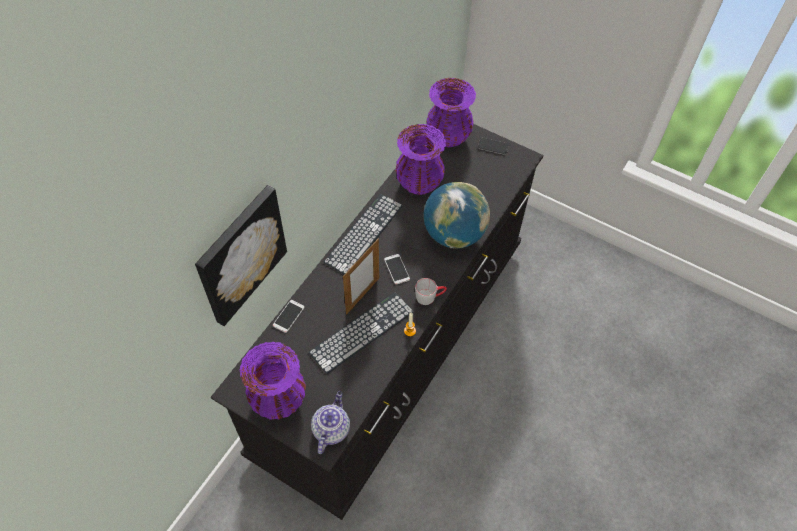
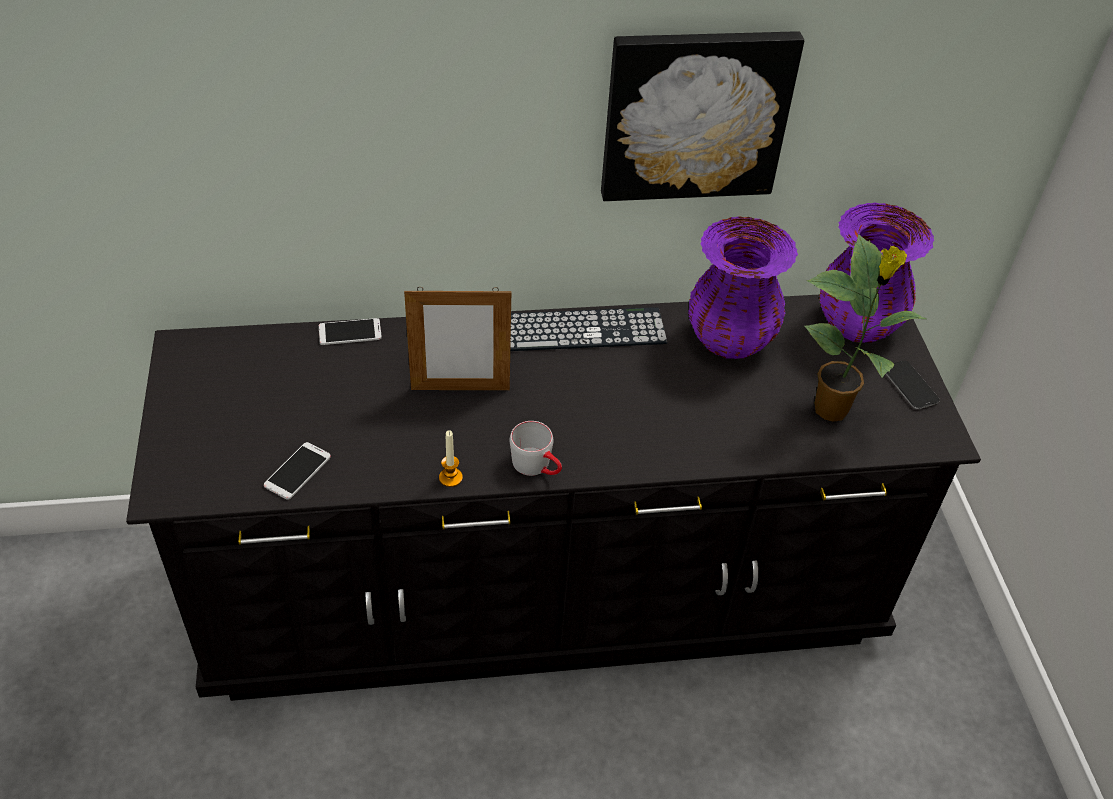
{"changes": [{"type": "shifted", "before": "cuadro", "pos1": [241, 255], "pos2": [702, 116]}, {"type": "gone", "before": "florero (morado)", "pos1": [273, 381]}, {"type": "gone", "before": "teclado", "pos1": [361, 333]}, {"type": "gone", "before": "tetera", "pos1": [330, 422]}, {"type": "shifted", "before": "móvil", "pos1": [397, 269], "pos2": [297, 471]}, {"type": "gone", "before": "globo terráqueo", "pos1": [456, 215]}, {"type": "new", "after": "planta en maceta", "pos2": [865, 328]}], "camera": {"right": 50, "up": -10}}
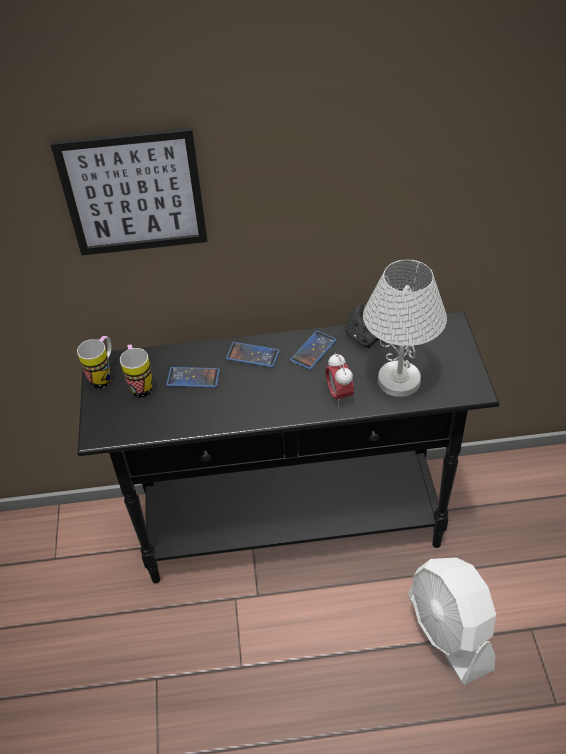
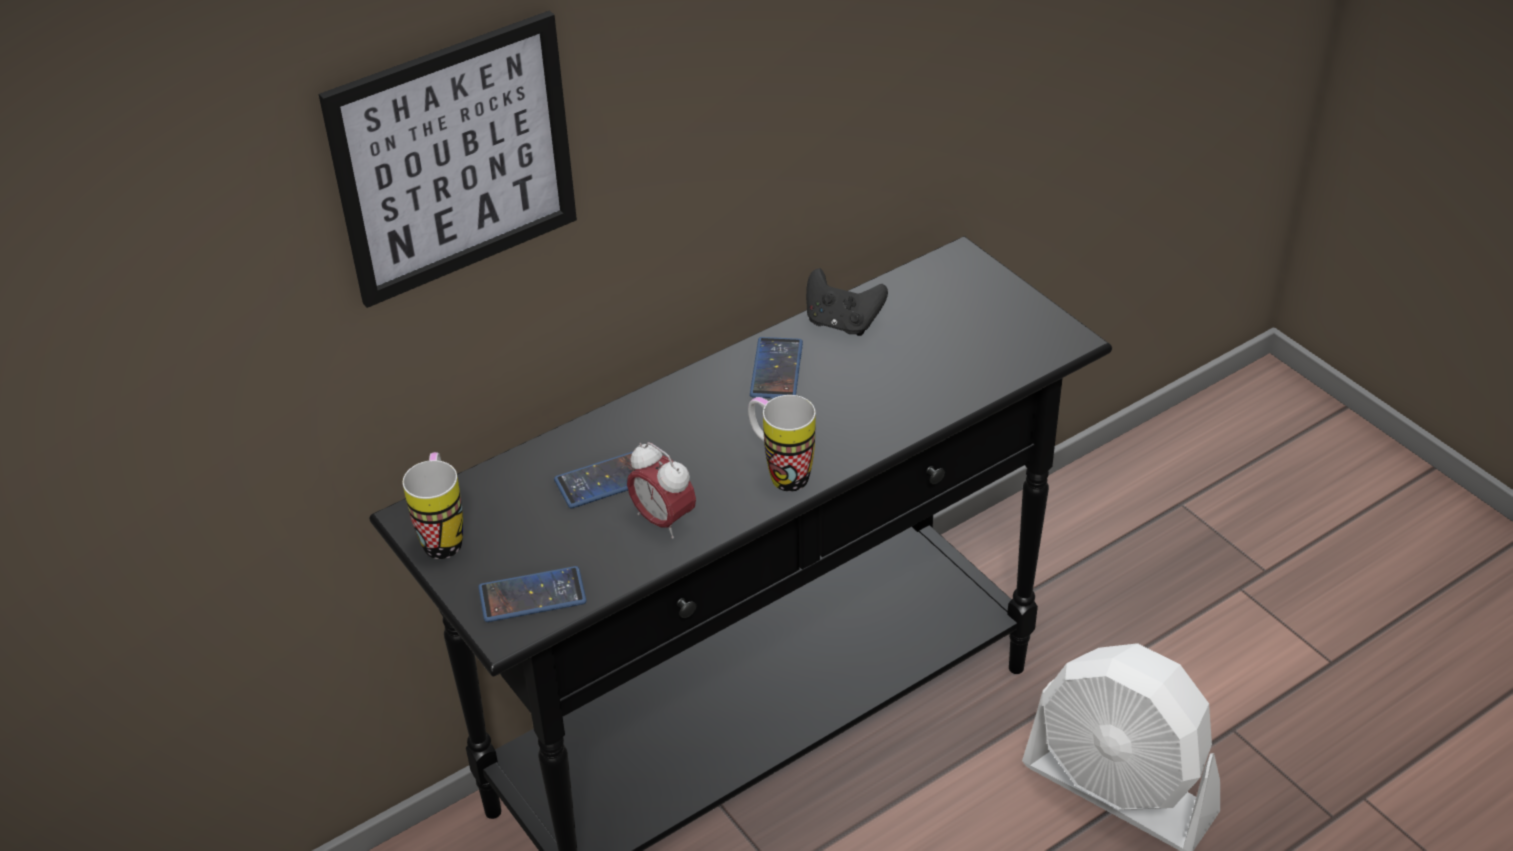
{"changes": [{"type": "shifted", "before": "taza grande", "pos1": [136, 371], "pos2": [782, 443]}, {"type": "shifted", "before": "móvil", "pos1": [253, 355], "pos2": [532, 594]}, {"type": "shifted", "before": "despertador", "pos1": [340, 379], "pos2": [661, 490]}, {"type": "gone", "before": "lámpara de mesa (blanco)", "pos1": [405, 328]}], "camera": {"right": -30, "up": -5}}
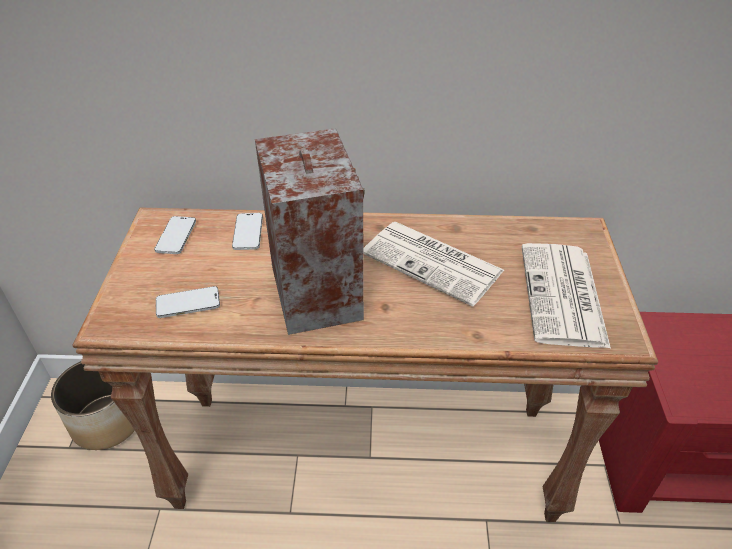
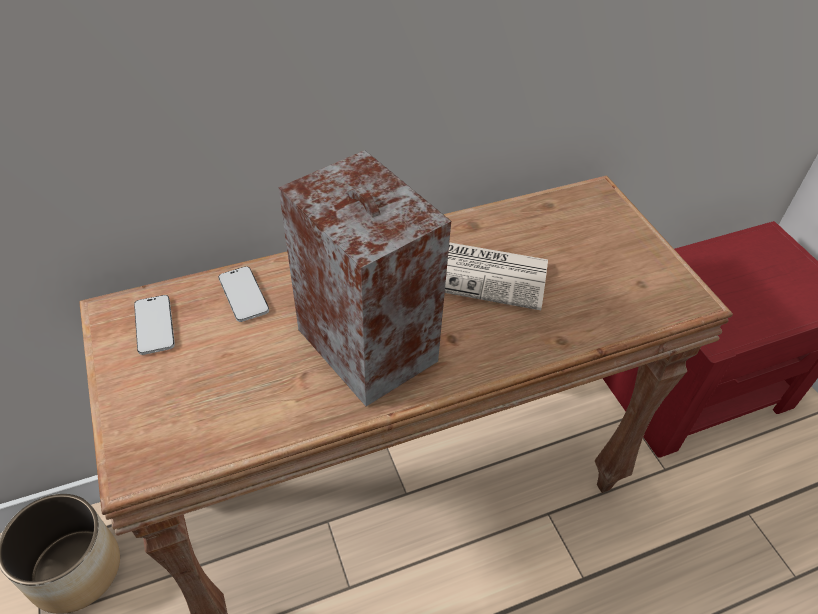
{"changes": [{"type": "gone", "before": "móvil", "pos1": [188, 302]}, {"type": "gone", "before": "periódico", "pos1": [566, 296]}], "camera": {"right": -25, "up": 5}}
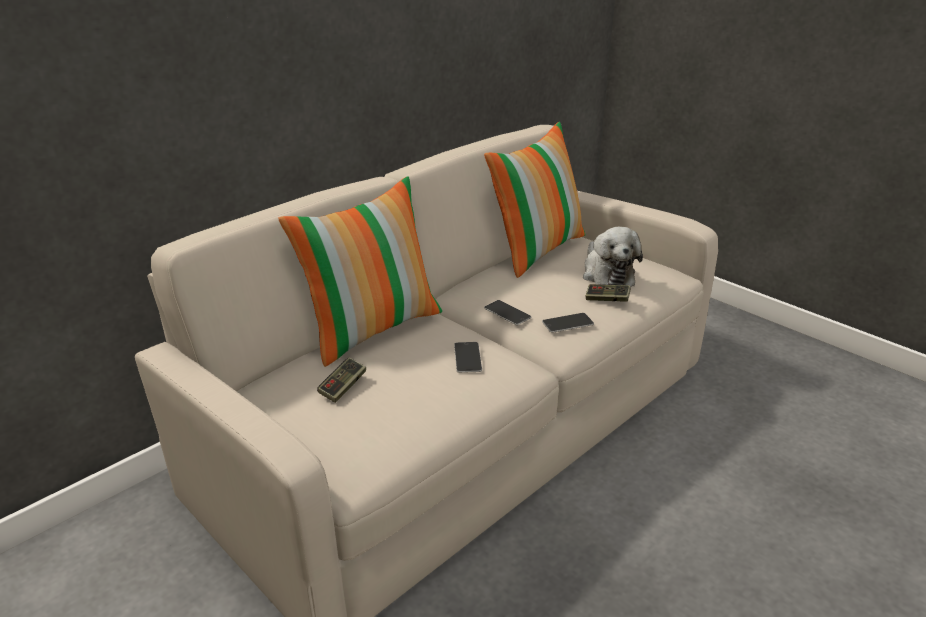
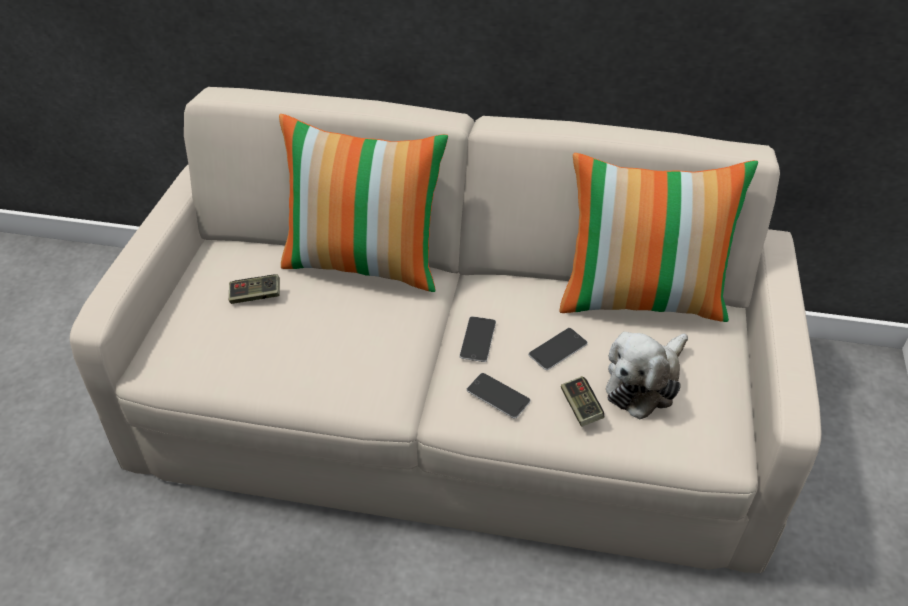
{"changes": [{"type": "shifted", "before": "móvil", "pos1": [468, 357], "pos2": [558, 349]}], "camera": {"right": 55, "up": 15}}
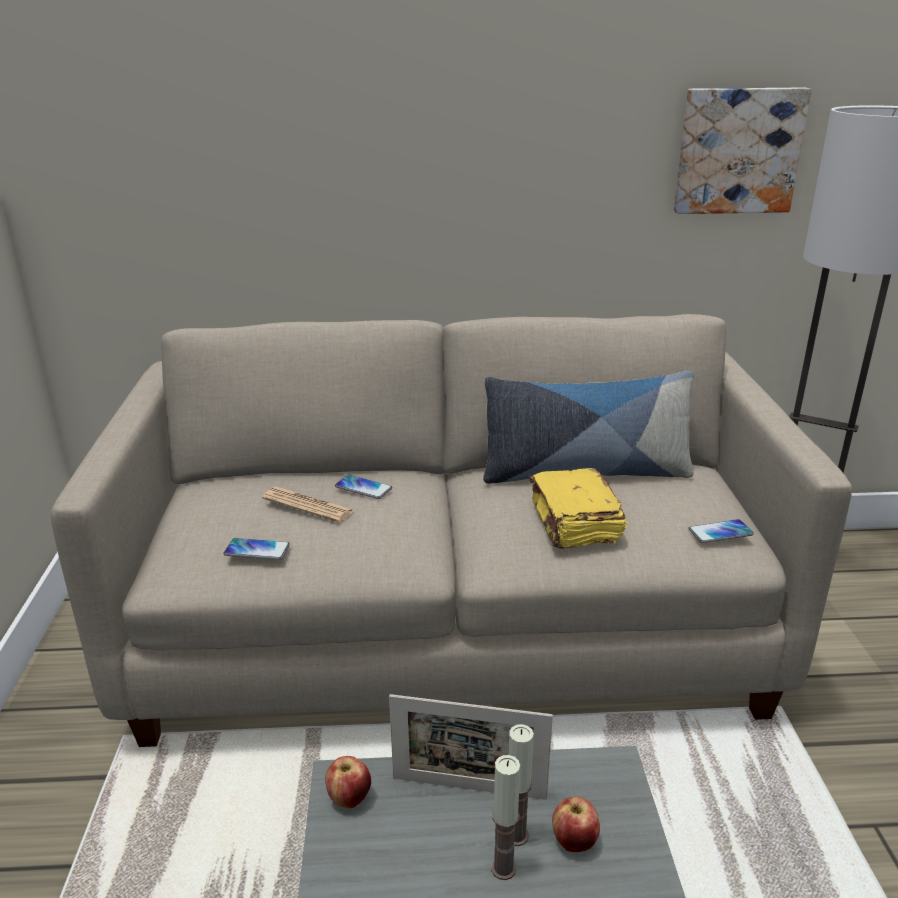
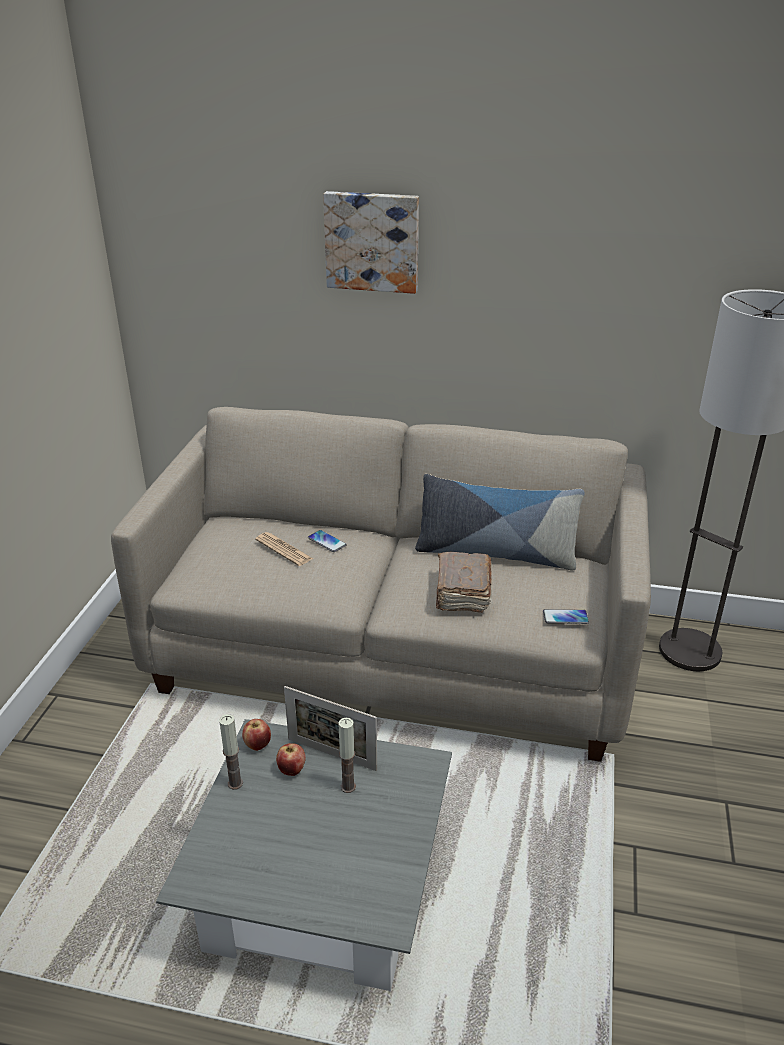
{"changes": [{"type": "gone", "before": "móvil", "pos1": [257, 549]}, {"type": "shifted", "before": "vela", "pos1": [505, 817], "pos2": [231, 752]}, {"type": "repainted", "before": "libro (amarillo)", "after": "libro (marrón)", "pos1": [578, 508], "pos2": [464, 582]}, {"type": "shifted", "before": "manzana", "pos1": [576, 824], "pos2": [291, 759]}, {"type": "shifted", "before": "cuadro", "pos1": [742, 150], "pos2": [371, 242]}], "camera": {"right": 15, "up": 5}}
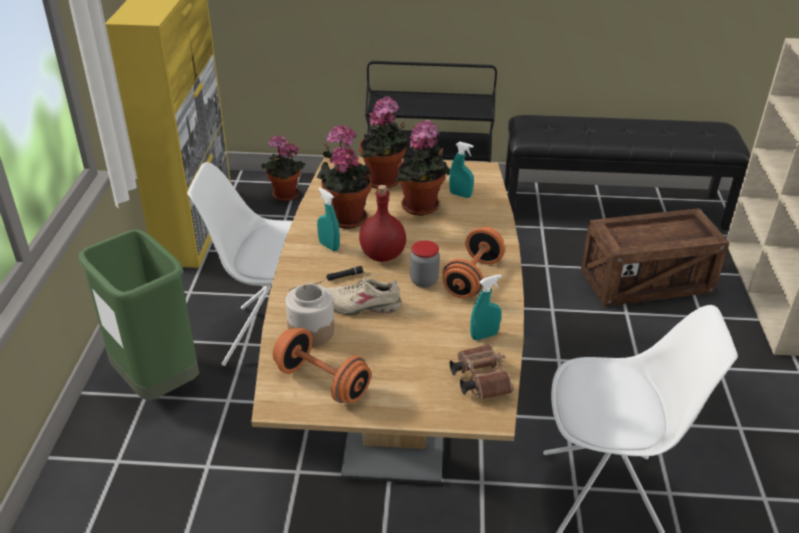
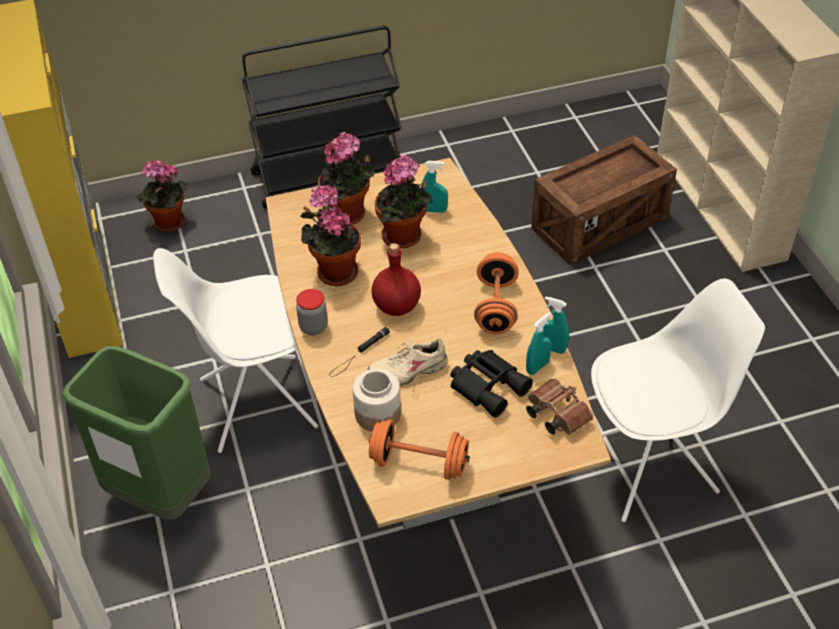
{"changes": [{"type": "shifted", "before": "pulverizador (turquesa)", "pos1": [328, 219], "pos2": [556, 325]}, {"type": "shifted", "before": "tarro", "pos1": [425, 264], "pos2": [312, 312]}, {"type": "gone", "before": "banco (negro)", "pos1": [627, 172]}, {"type": "new", "after": "prismáticos (negro)", "pos2": [491, 384]}], "camera": {"right": -20, "up": 10}}
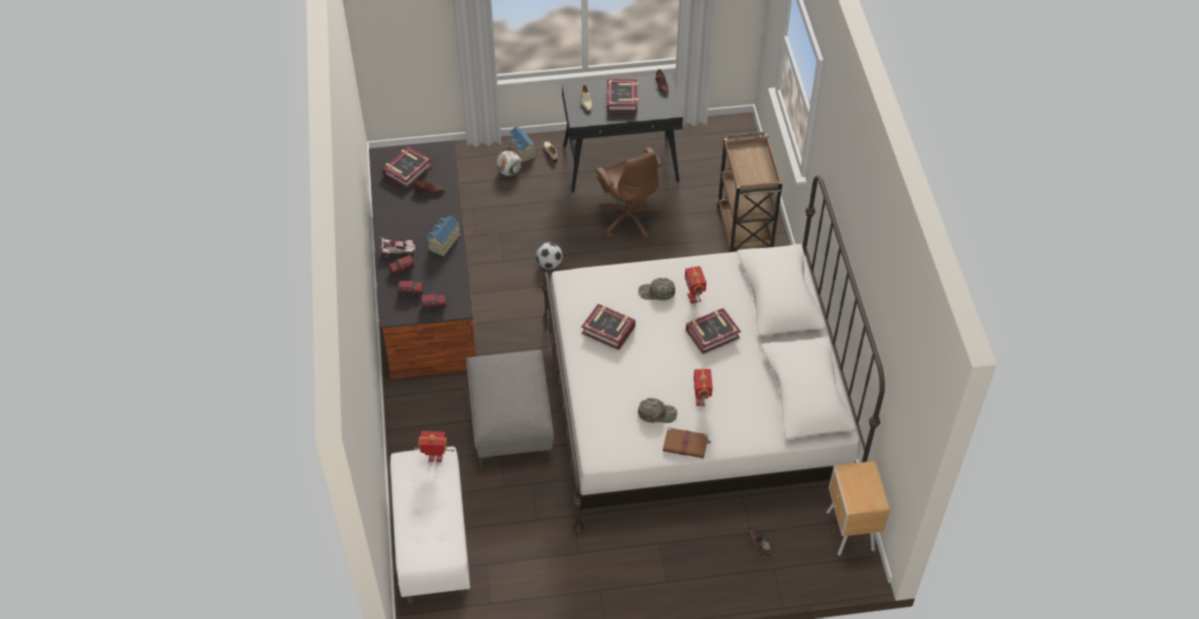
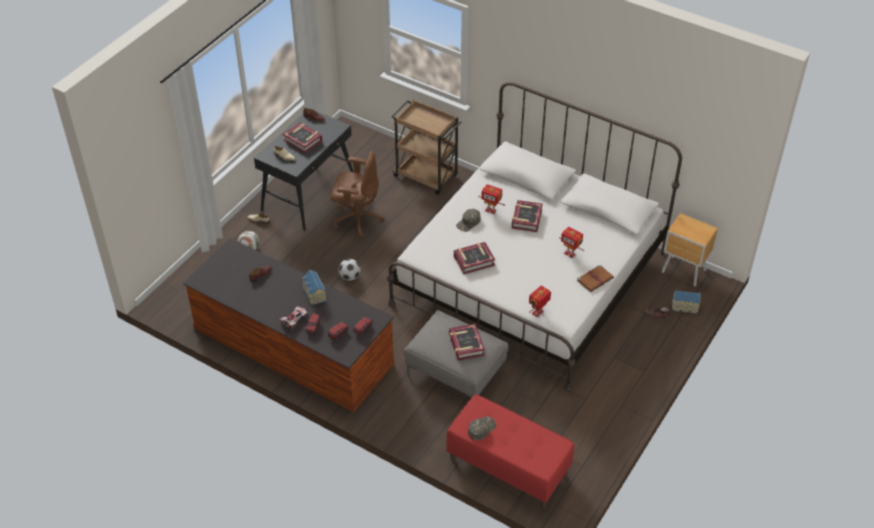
{"changes": [{"type": "shifted", "before": "libro", "pos1": [408, 167], "pos2": [467, 342]}, {"type": "repainted", "before": "banco (blanco)", "after": "banco (rojo)", "pos1": [430, 525], "pos2": [510, 451]}, {"type": "shifted", "before": "robot de juguete", "pos1": [434, 446], "pos2": [540, 301]}, {"type": "shifted", "before": "casita", "pos1": [522, 144], "pos2": [686, 302]}, {"type": "shifted", "before": "gorra (verde)", "pos1": [657, 410], "pos2": [482, 428]}], "camera": {"right": -50, "up": -5}}
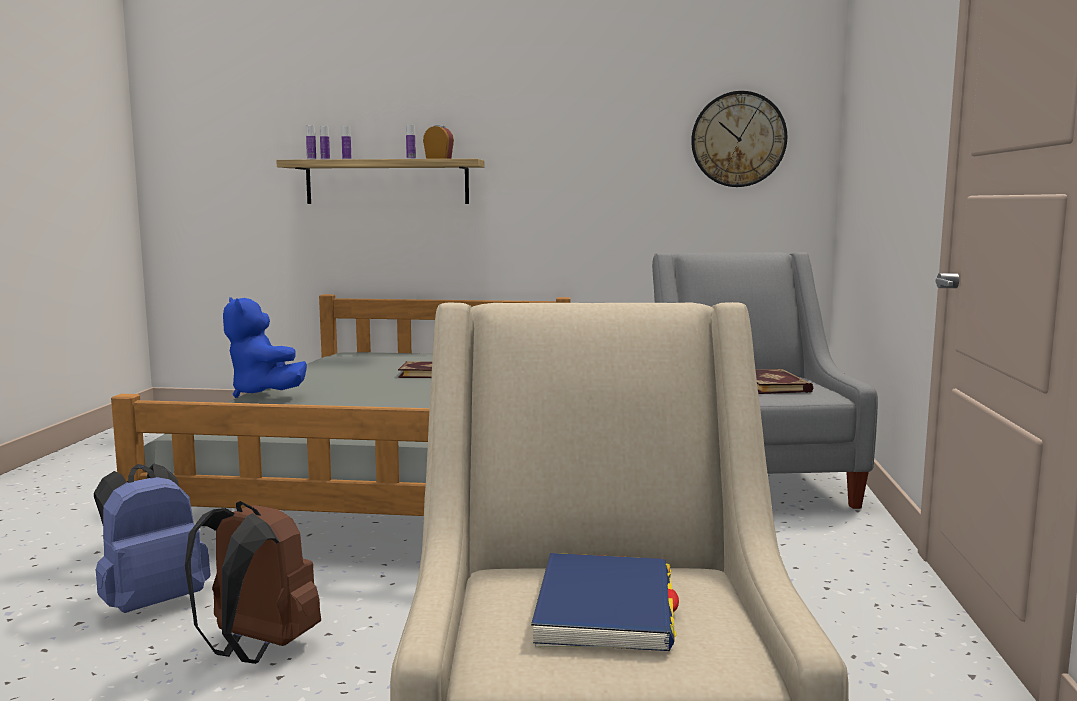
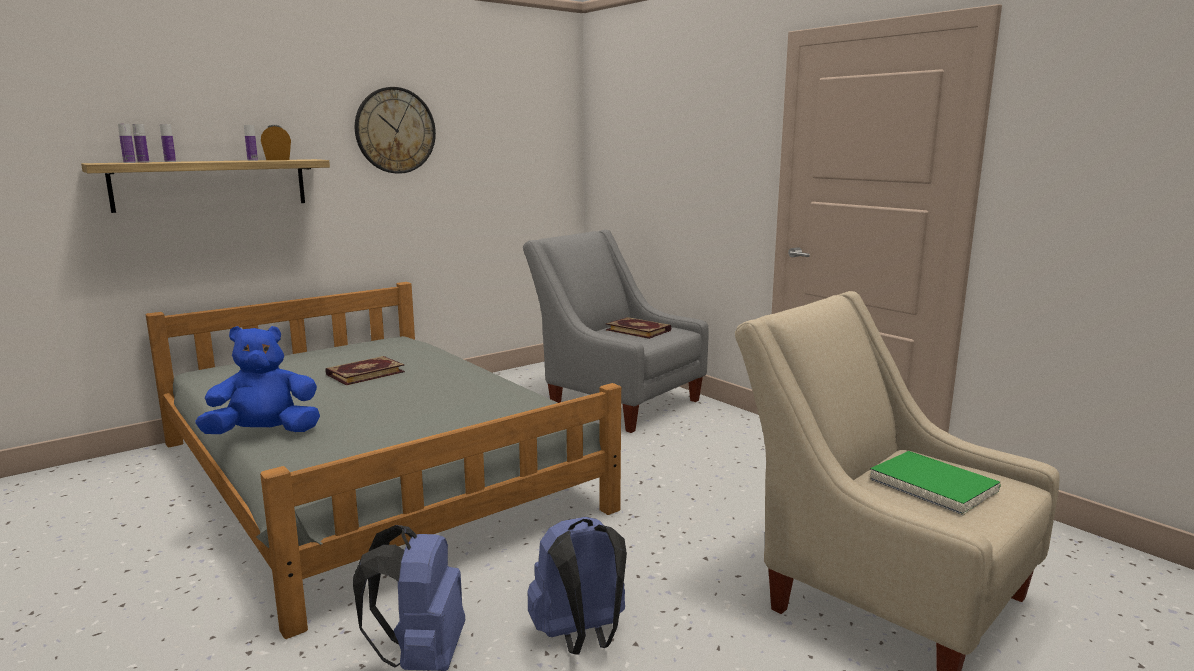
{"changes": [{"type": "repainted", "before": "mochila (marrón)", "after": "mochila (azul)", "pos1": [253, 582], "pos2": [577, 586]}, {"type": "rotated", "before": "peluche (azul)", "pos1": [265, 347], "pos2": [257, 380], "turn": 150}, {"type": "repainted", "before": "libro (azul)", "after": "libro (verde)", "pos1": [605, 602], "pos2": [935, 483]}, {"type": "shifted", "before": "reloj de pared", "pos1": [739, 139], "pos2": [395, 130]}], "camera": {"right": -45, "up": 5}}
